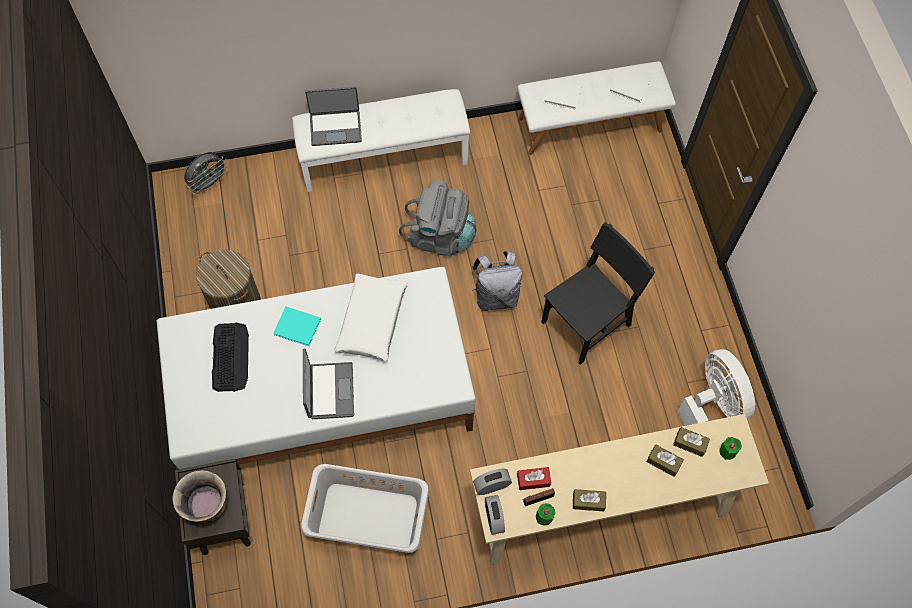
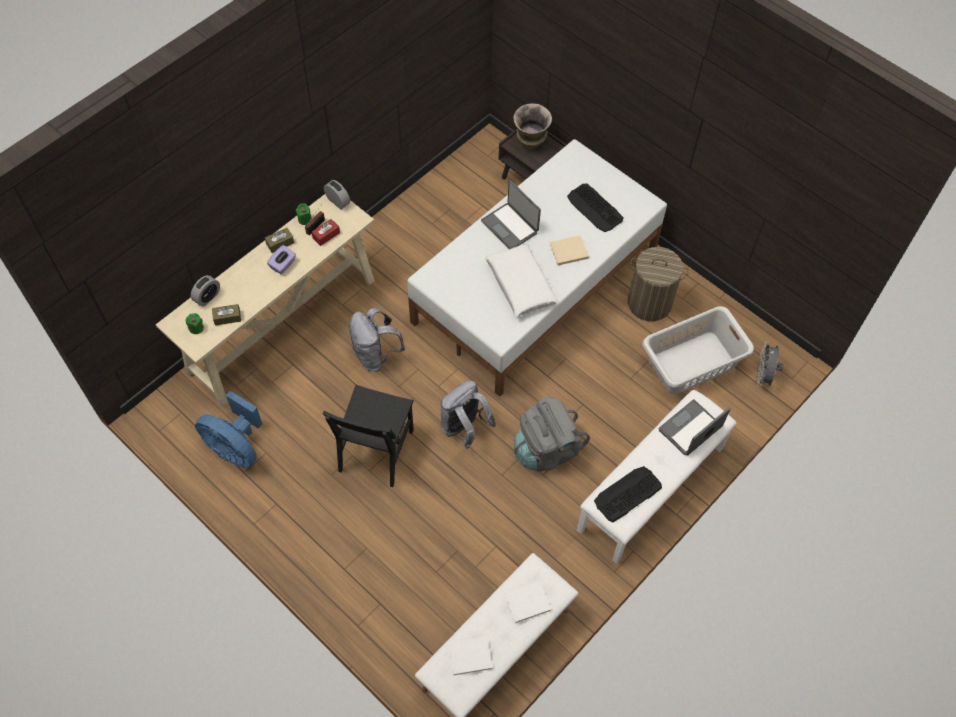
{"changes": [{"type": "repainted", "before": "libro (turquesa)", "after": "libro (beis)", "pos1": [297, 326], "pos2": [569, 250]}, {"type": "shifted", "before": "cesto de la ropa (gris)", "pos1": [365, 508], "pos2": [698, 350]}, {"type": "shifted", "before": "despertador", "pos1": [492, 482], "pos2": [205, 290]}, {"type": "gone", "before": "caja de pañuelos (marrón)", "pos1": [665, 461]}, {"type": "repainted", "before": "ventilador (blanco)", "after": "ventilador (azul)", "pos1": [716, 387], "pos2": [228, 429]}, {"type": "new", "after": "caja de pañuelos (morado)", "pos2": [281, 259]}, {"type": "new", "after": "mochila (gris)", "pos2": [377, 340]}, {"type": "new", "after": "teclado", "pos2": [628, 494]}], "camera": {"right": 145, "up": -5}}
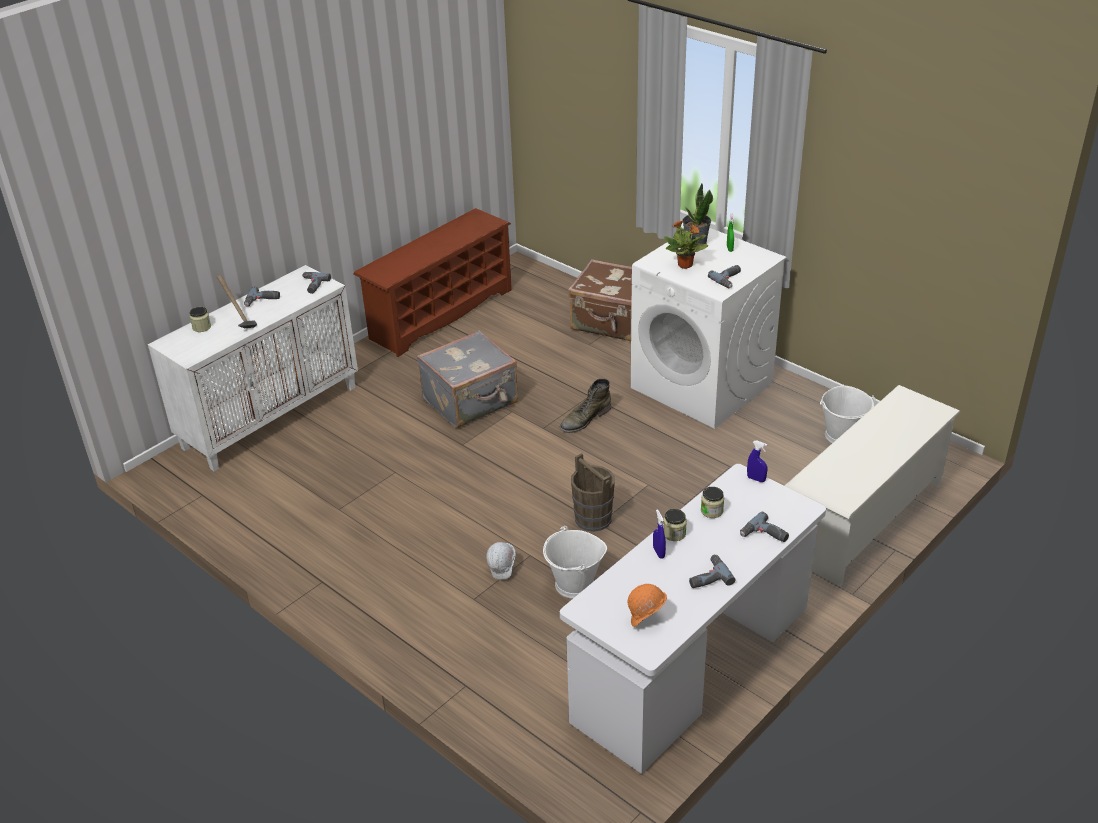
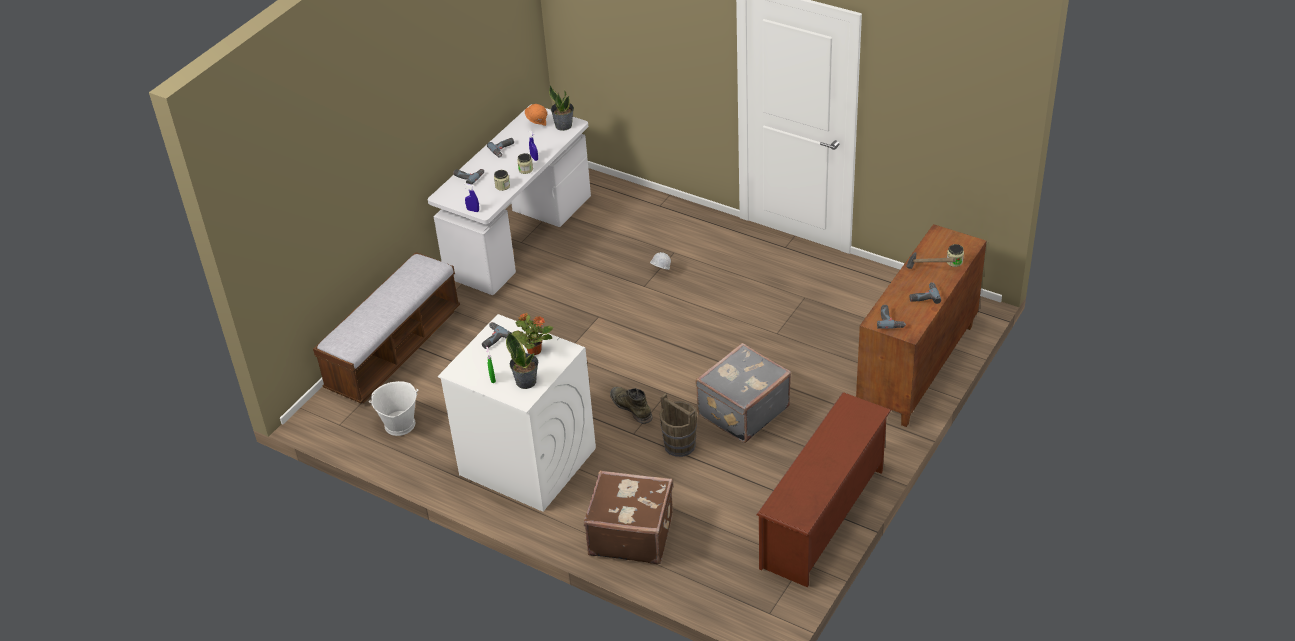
{"changes": [{"type": "repainted", "before": "armario (blanco)", "after": "armario (marrón)", "pos1": [253, 368], "pos2": [921, 325]}, {"type": "gone", "before": "cubo (blanco)", "pos1": [575, 562]}, {"type": "rotated", "before": "bota (verde)", "pos1": [585, 406], "pos2": [631, 405], "turn": -75}, {"type": "shifted", "before": "cubo (marrón)", "pos1": [593, 492], "pos2": [678, 425]}, {"type": "swapped", "before": "zapatero (blanco)", "after": "banco", "pos1": [873, 485], "pos2": [386, 327]}, {"type": "new", "after": "planta en maceta", "pos2": [561, 108]}], "camera": {"right": 170, "up": 5}}
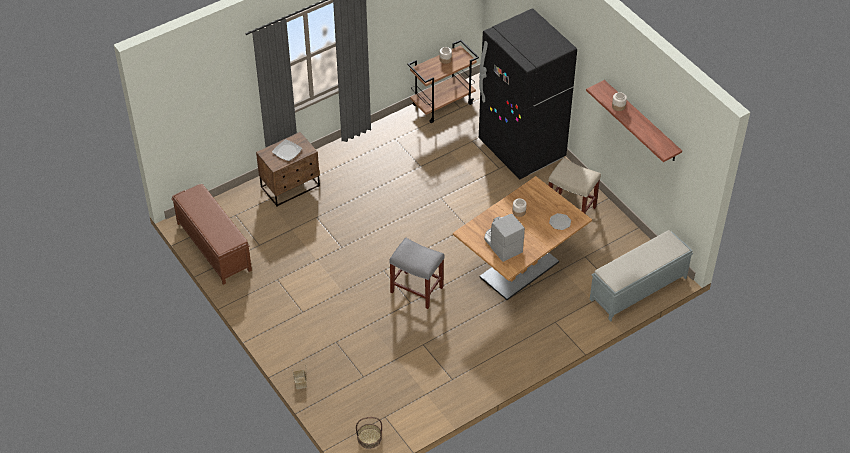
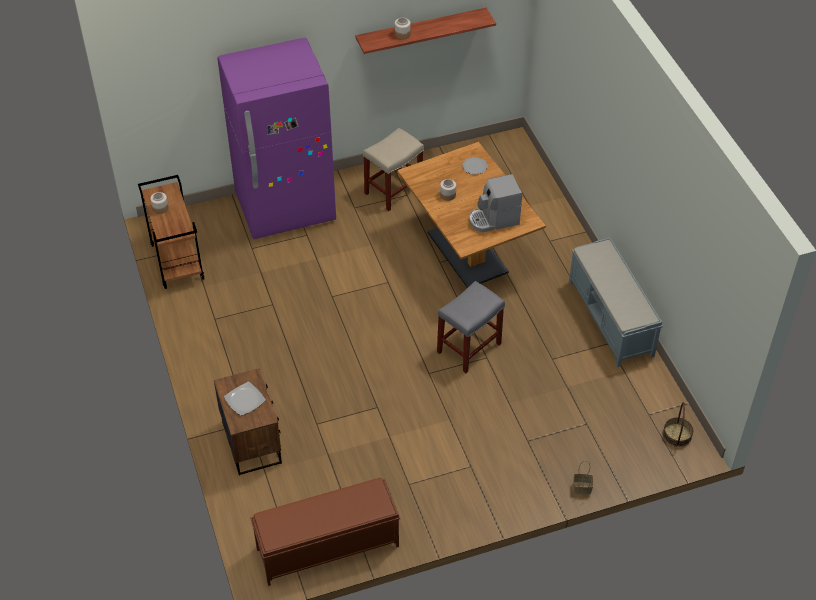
{"changes": [{"type": "repainted", "before": "nevera (negro)", "after": "nevera (morado)", "pos1": [528, 93], "pos2": [276, 138]}, {"type": "shifted", "before": "banco (gris)", "pos1": [641, 276], "pos2": [616, 302]}], "camera": {"right": -75, "up": 0}}
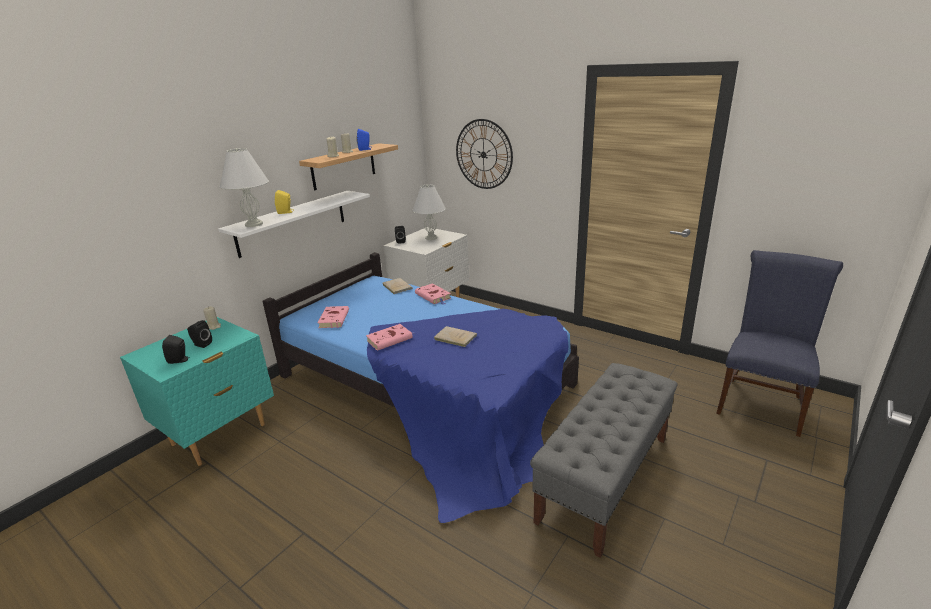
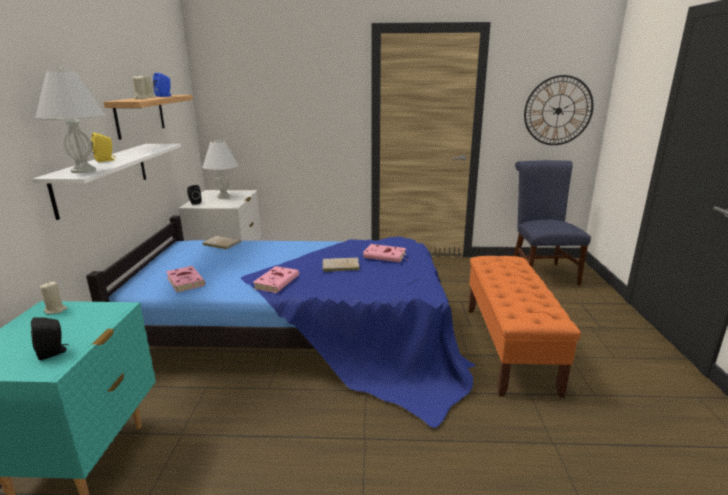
{"changes": [{"type": "gone", "before": "altavoz (negro)", "pos1": [199, 334]}, {"type": "shifted", "before": "libro (rosa)", "pos1": [433, 294], "pos2": [386, 253]}, {"type": "shifted", "before": "reloj de pared", "pos1": [484, 154], "pos2": [559, 110]}, {"type": "repainted", "before": "banco (gris)", "after": "banco (naranja)", "pos1": [604, 460], "pos2": [524, 327]}], "camera": {"right": -35, "up": -5}}
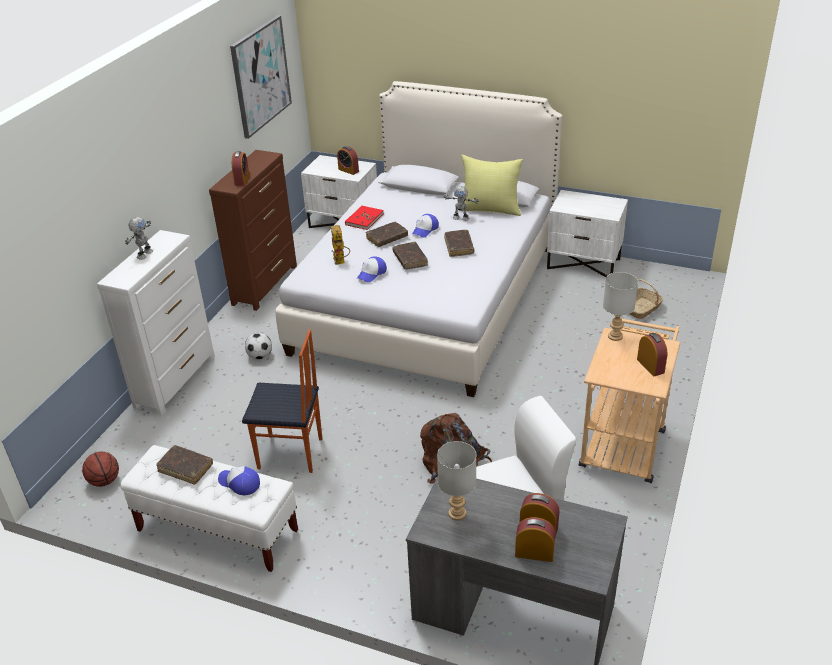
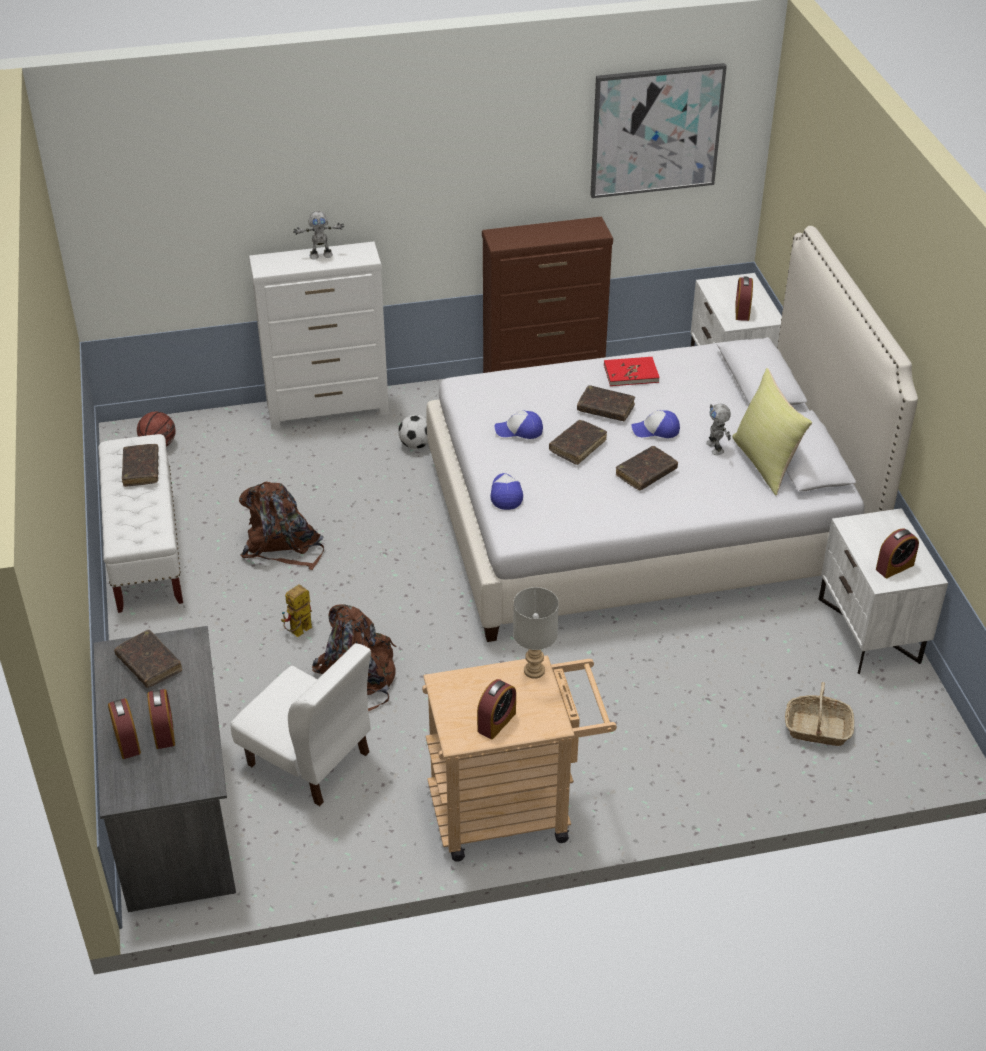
{"changes": [{"type": "shifted", "before": "gorra", "pos1": [239, 480], "pos2": [506, 491]}, {"type": "shifted", "before": "despertador", "pos1": [240, 168], "pos2": [897, 553]}, {"type": "swapped", "before": "silla", "after": "mochila (marrón)", "pos1": [282, 401], "pos2": [281, 525]}, {"type": "shifted", "before": "robot de juguete", "pos1": [340, 245], "pos2": [296, 610]}, {"type": "swapped", "before": "lámpara de mesa (gris)", "after": "libro (marrón)", "pos1": [456, 481], "pos2": [148, 659]}], "camera": {"right": 55, "up": 5}}
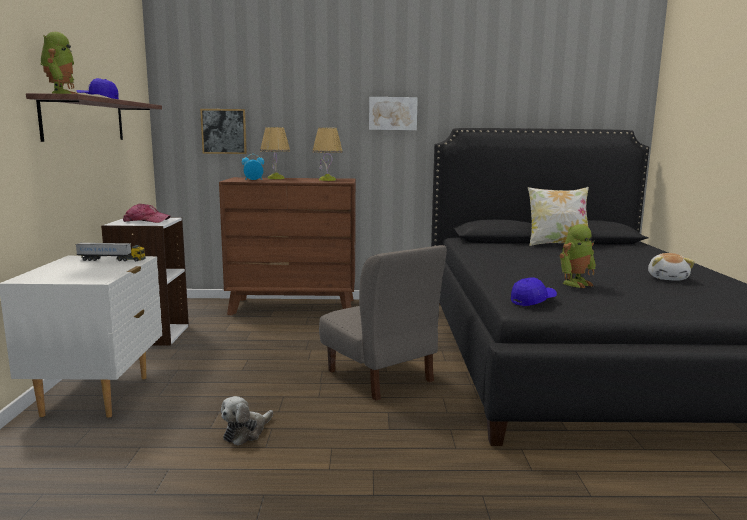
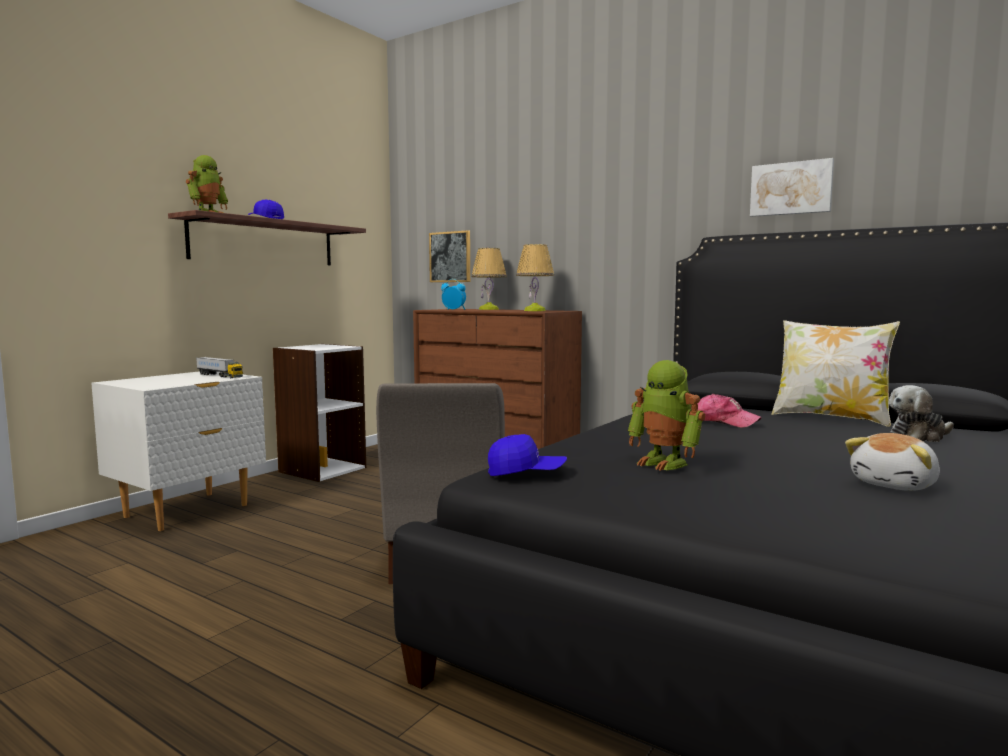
{"changes": [{"type": "shifted", "before": "gorra", "pos1": [146, 213], "pos2": [726, 411]}, {"type": "shifted", "before": "peluche", "pos1": [247, 420], "pos2": [921, 413]}, {"type": "shifted", "before": "cuadro", "pos1": [393, 113], "pos2": [792, 187]}, {"type": "rotated", "before": "robot de juguete", "pos1": [577, 256], "pos2": [666, 415], "turn": 45}], "camera": {"right": 35, "up": -5}}
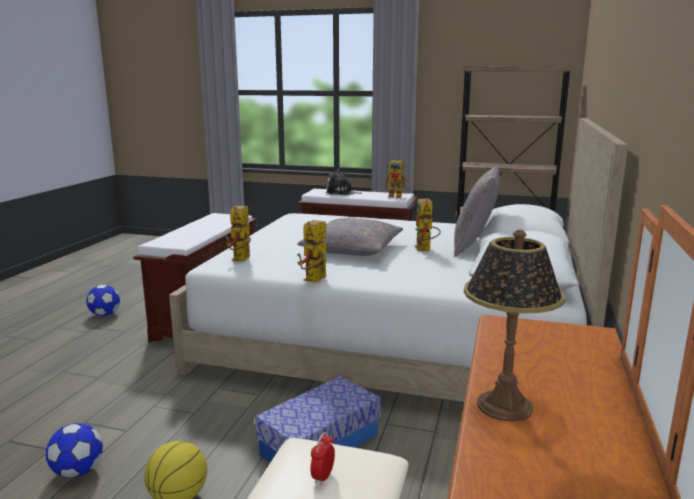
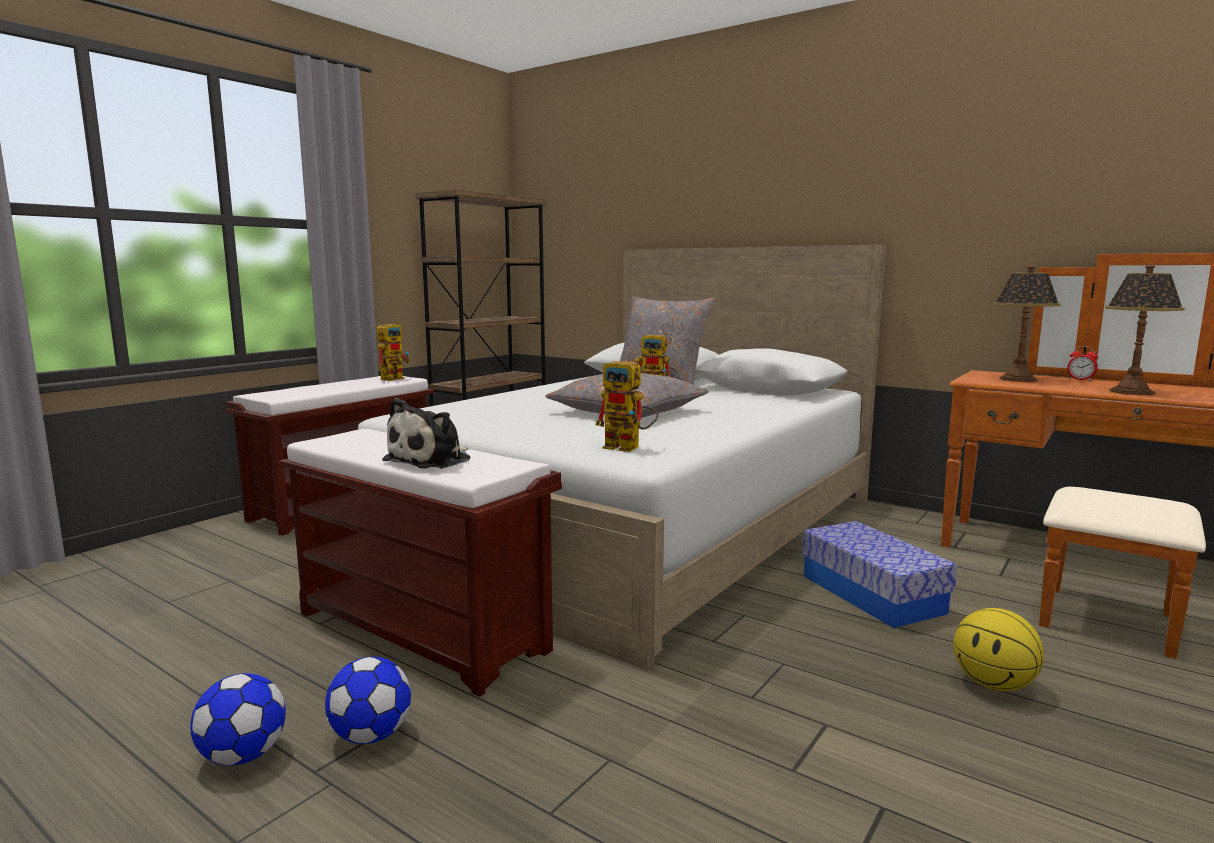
{"changes": [{"type": "shifted", "before": "balón de fútbol", "pos1": [74, 450], "pos2": [368, 700]}, {"type": "gone", "before": "robot de juguete", "pos1": [311, 251]}, {"type": "shifted", "before": "despertador", "pos1": [322, 458], "pos2": [1082, 363]}, {"type": "shifted", "before": "peluche", "pos1": [344, 182], "pos2": [426, 433]}, {"type": "new", "after": "lámpara de mesa", "pos2": [1027, 323]}], "camera": {"right": -70, "up": -5}}
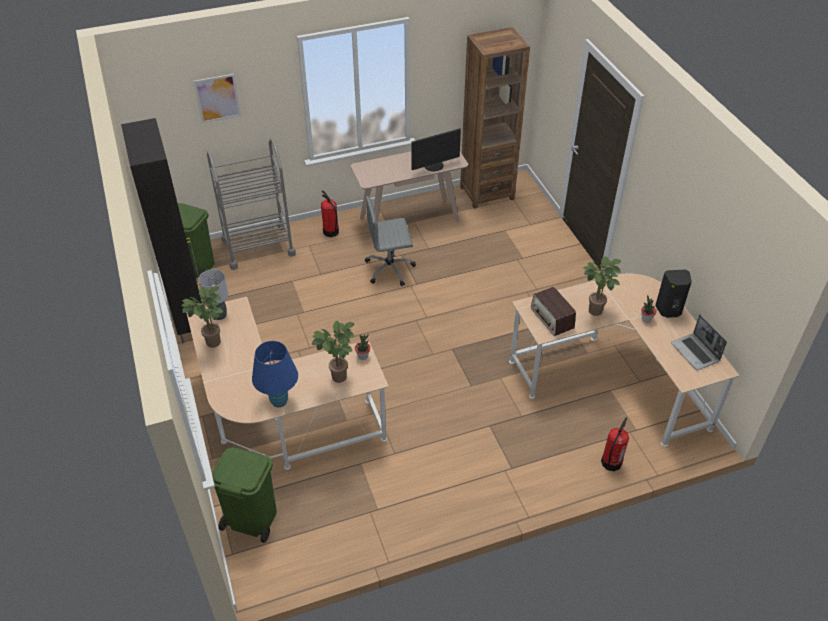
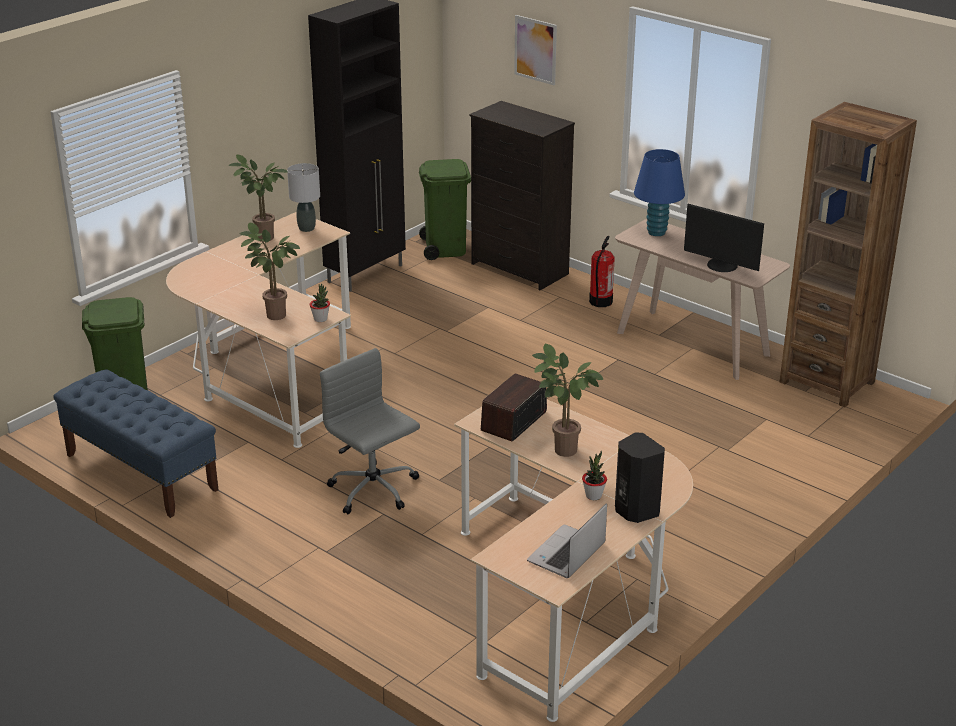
{"changes": [{"type": "swapped", "before": "carrito (gris)", "after": "cómoda (negro)", "pos1": [251, 204], "pos2": [522, 195]}, {"type": "shifted", "before": "lámpara de mesa (azul)", "pos1": [275, 374], "pos2": [659, 192]}, {"type": "shifted", "before": "silla de oficina (gris)", "pos1": [390, 241], "pos2": [370, 431]}, {"type": "gone", "before": "extintor", "pos1": [615, 444]}, {"type": "new", "after": "banco (azul)", "pos2": [135, 443]}], "camera": {"right": 60, "up": -15}}
